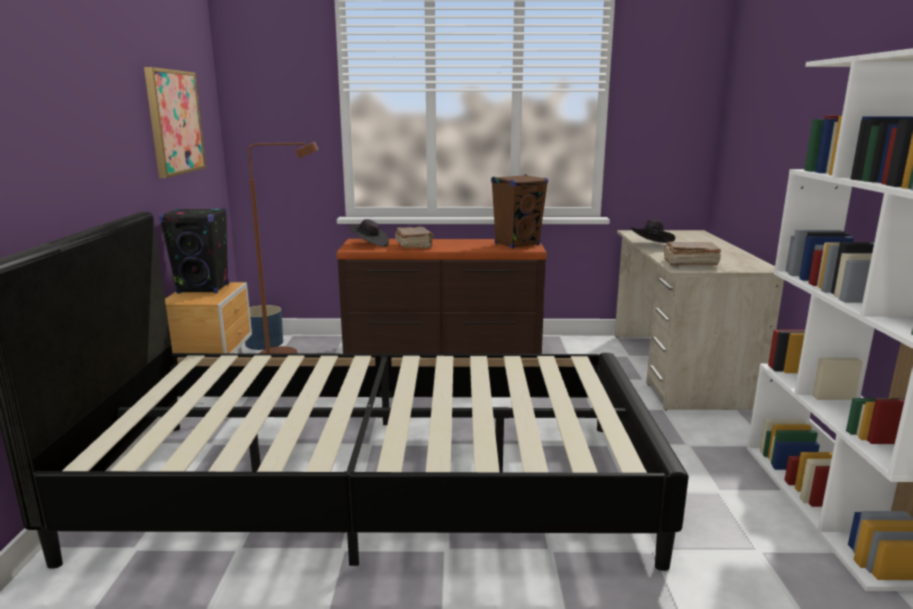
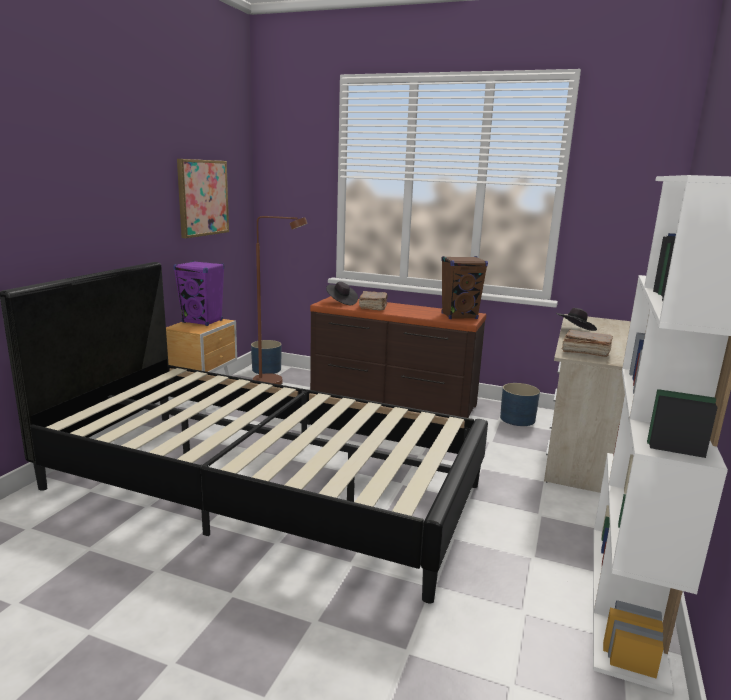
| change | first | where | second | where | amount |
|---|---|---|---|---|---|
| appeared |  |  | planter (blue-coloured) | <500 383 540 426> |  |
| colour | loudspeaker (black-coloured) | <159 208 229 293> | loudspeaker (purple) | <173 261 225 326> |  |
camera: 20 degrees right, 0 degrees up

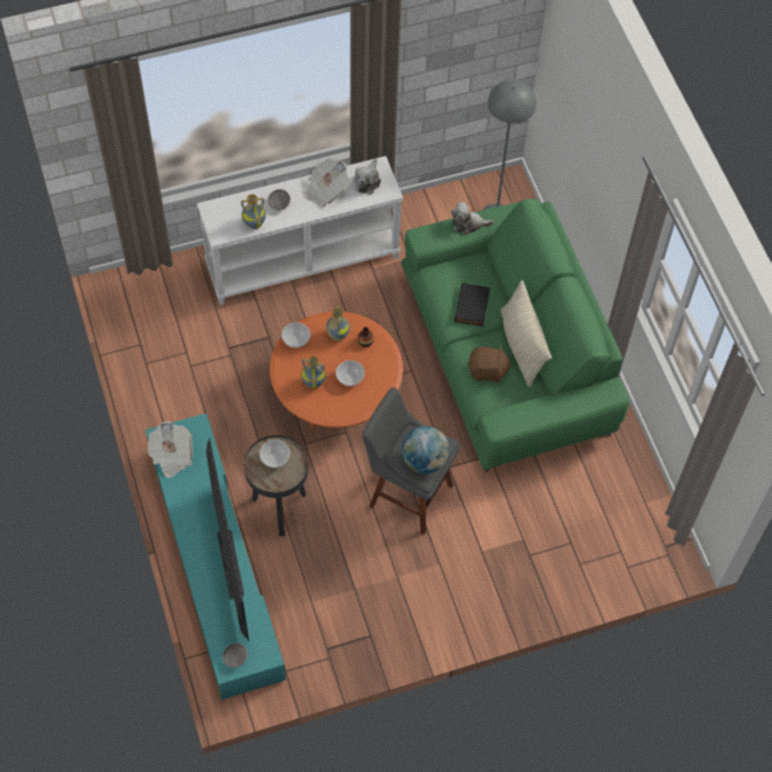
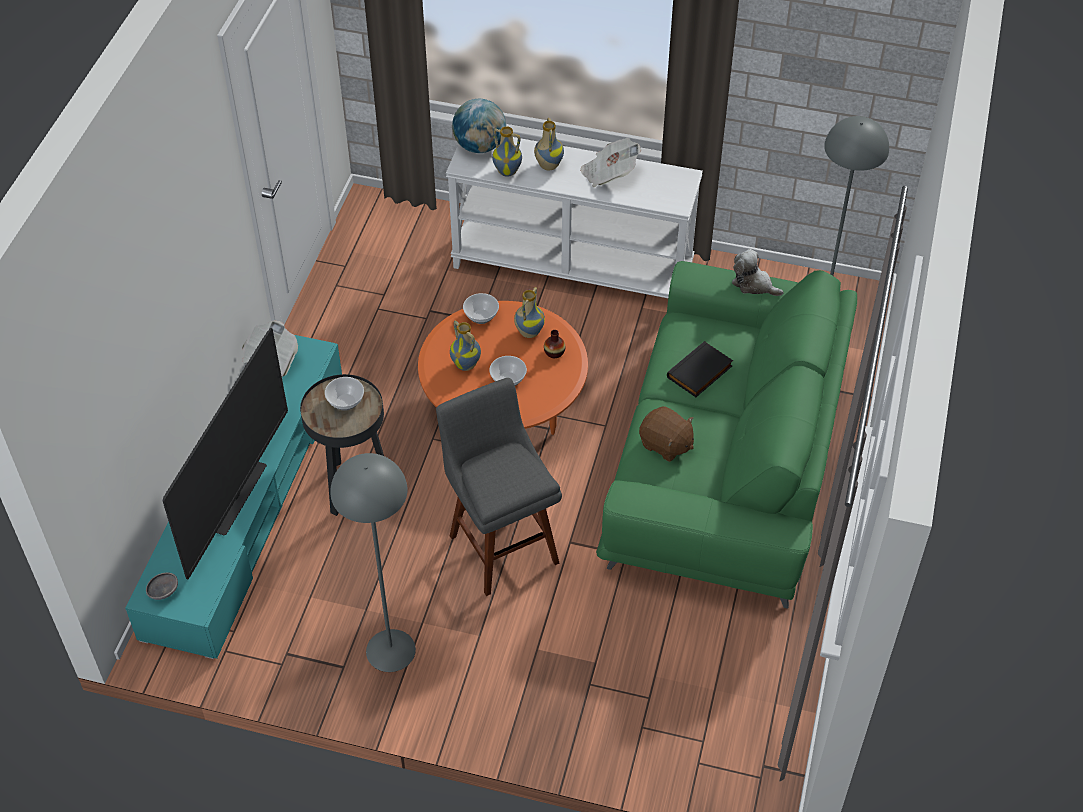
| change | first | where | second | where | amount |
|---|---|---|---|---|---|
| missing | cuddly toy | <354 159 381 195> |  |  |  |
| missing | pillow (beige-coloured) | <501 280 552 387> |  |  |  |
| appeared |  |  | standard lamp (greyish) | <330 453 416 672> |  |
| relocated | desk globe | <402 426 450 474> |  | <452 98 506 153> |  |
| exchanged | deep dish (greyish) | <268 189 290 211> | vase | <534 118 564 171> |  |
camera: 35 degrees right, 10 degrees down

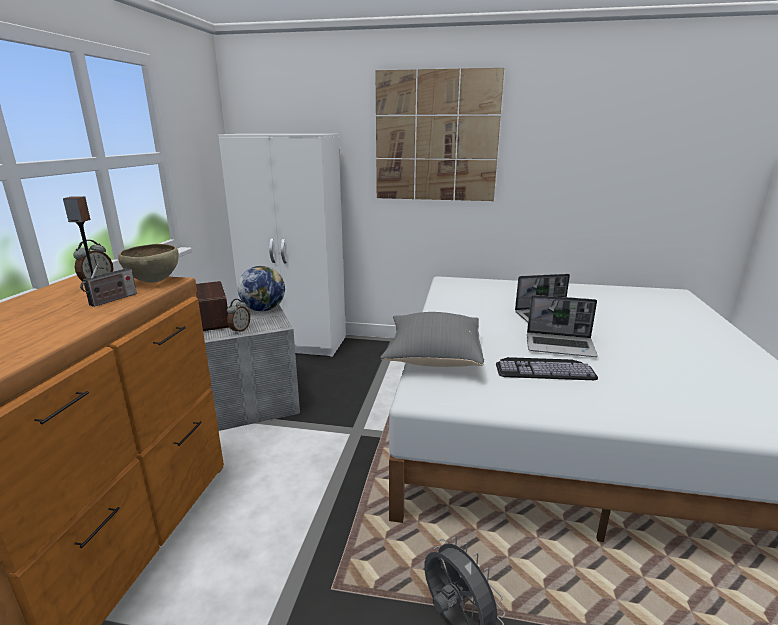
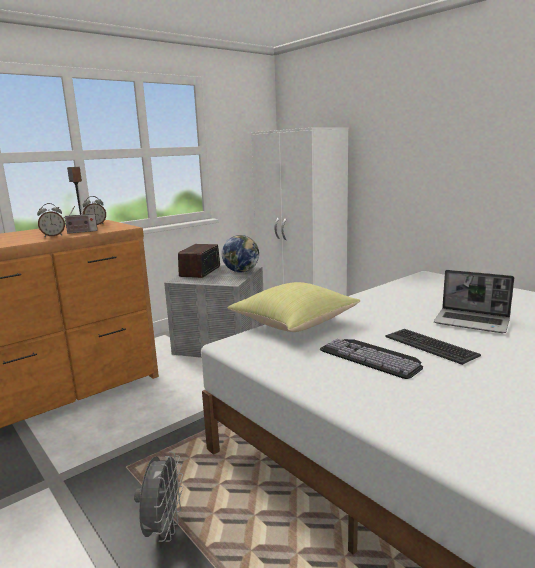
| change | first | where | second | where | amount |
|---|---|---|---|---|---|
| missing | deep dish (brown) | <118 244 179 283> |  |  |  |
| missing | wall picture | <375 68 504 201> |  |  |  |
| relocated | alarm clock | <227 299 250 333> |  | <37 203 65 237> |  |
| exchanged | notebook computer | <527 295 598 357> | keyboard | <385 329 481 365> |  |
| colour | pillow (greyish) | <380 312 484 367> | pillow (yellowish) | <228 282 360 332> |  |
camera: 40 degrees right, 5 degrees down

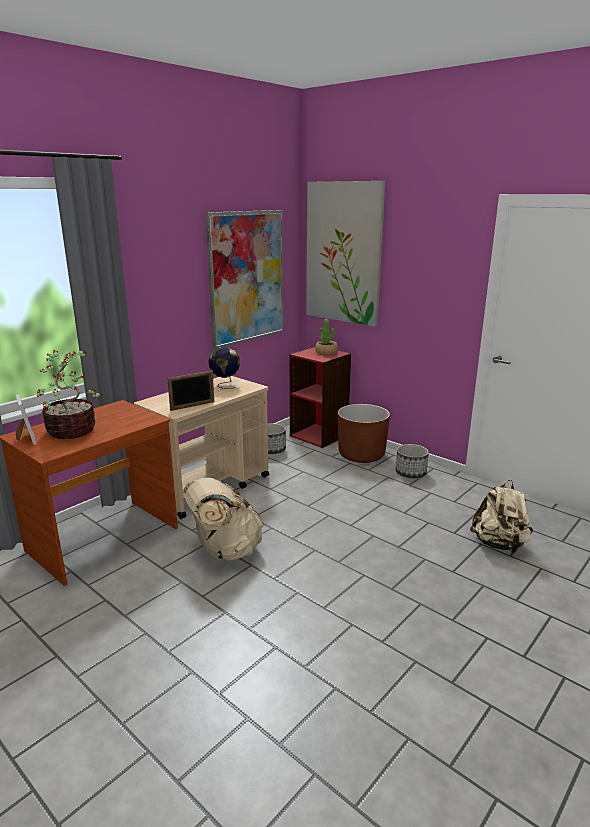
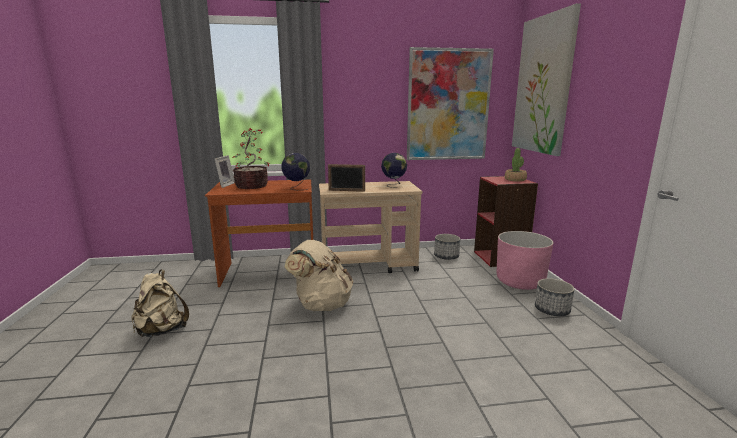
| change | first | where | second | where | amount |
|---|---|---|---|---|---|
| appeared |  |  | desk globe | <281 153 310 190> |  |
| relocated | knapsack (beige-coloured) | <470 480 533 553> |  | <131 269 189 337> |  |
| colour | planter (brown) | <338 404 390 463> | planter (pink) | <497 231 553 290> |  |
camera: 40 degrees right, 5 degrees down

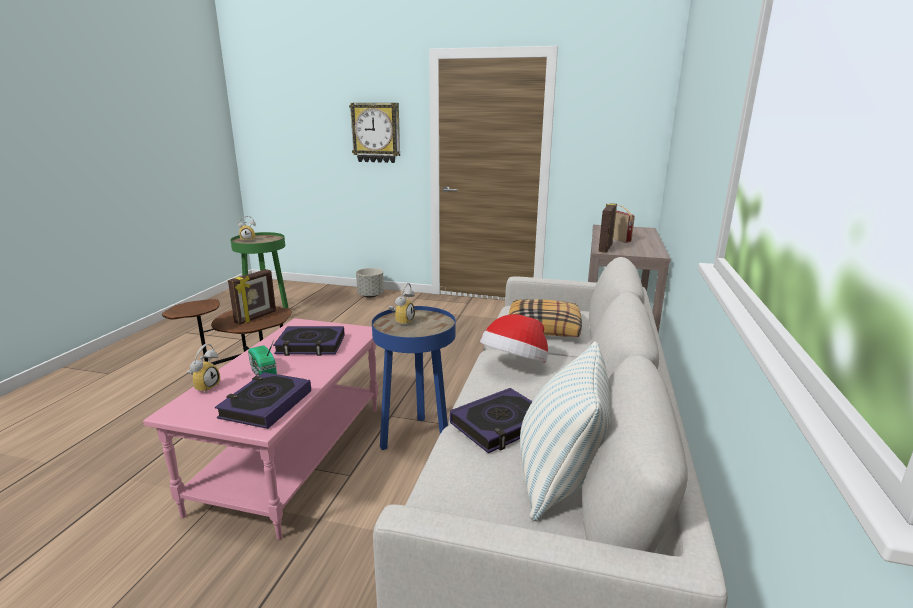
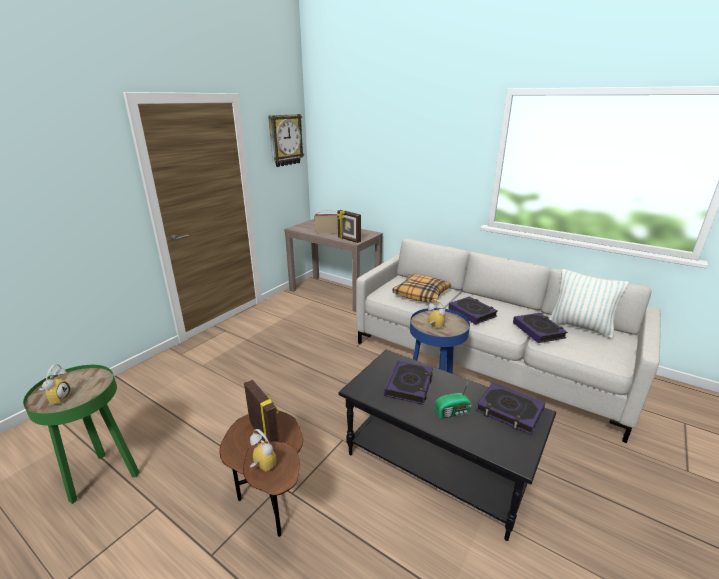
| change | first | where | second | where | amount |
|---|---|---|---|---|---|
| missing | planter (greyish) | <356 268 384 298> |  |  |  |
| relocated | alarm clock | <187 344 220 393> |  | <250 429 276 472> |  |
| relocated | wall clock | <349 103 400 163> |  | <268 114 304 167> |  |
| exchanged | wearable hat | <480 314 548 363> | volume | <448 296 498 325> |  |
| colour | lounge table (pink) | <143 318 378 540> | lounge table (black-coloured) | <339 350 556 541> |  |
camera: 70 degrees left, 5 degrees up

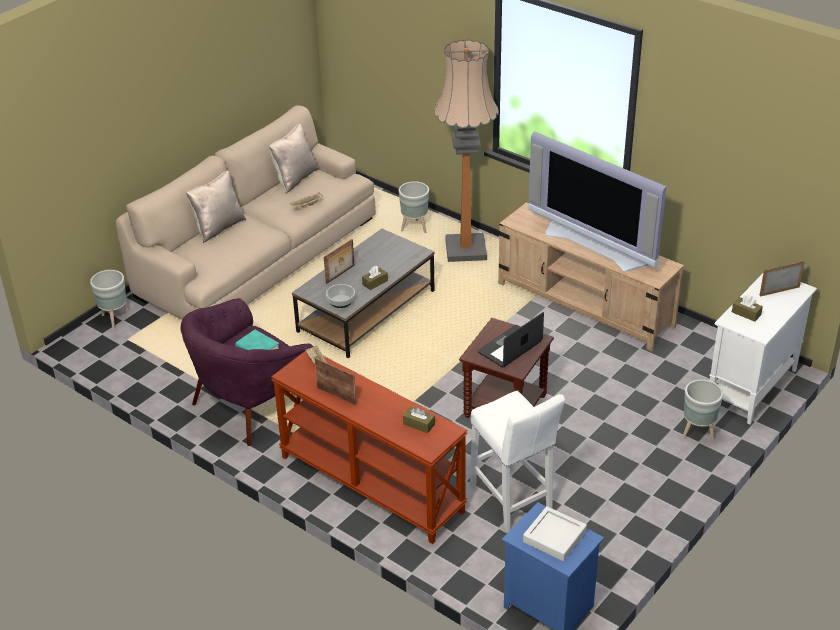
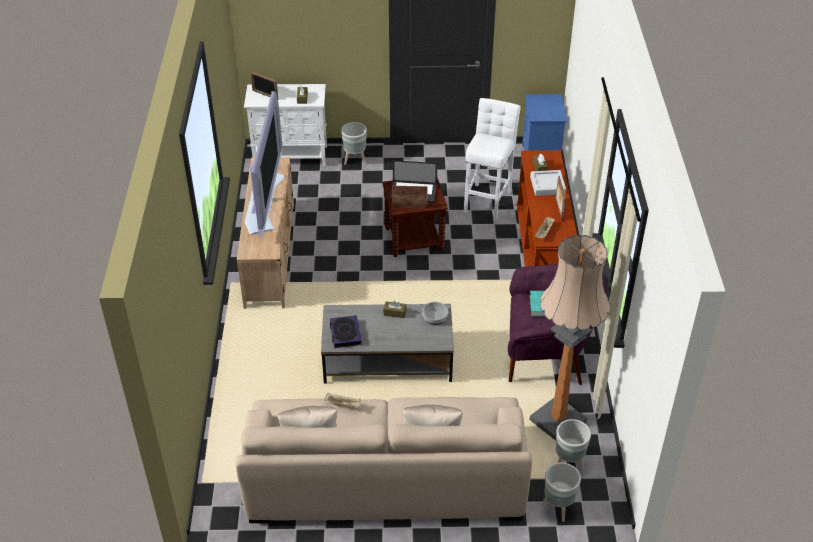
| change | first | where | second | where | amount |
|---|---|---|---|---|---|
| appeared |  |  | volume | <330 315 362 348> |  |
| relocated | picture frame | <324 239 354 284> |  | <392 186 428 209> |  |
| relocated | planter (greyish) | <399 181 429 233> |  | <556 419 591 471> |  |
| relocated | standard lamp | <434 39 499 262> |  | <530 235 610 441> |  |
| relocated | serving tray (greyish) | <523 506 587 561> |  | <530 170 566 196> |  |
camera: 130 degrees left, 5 degrees up

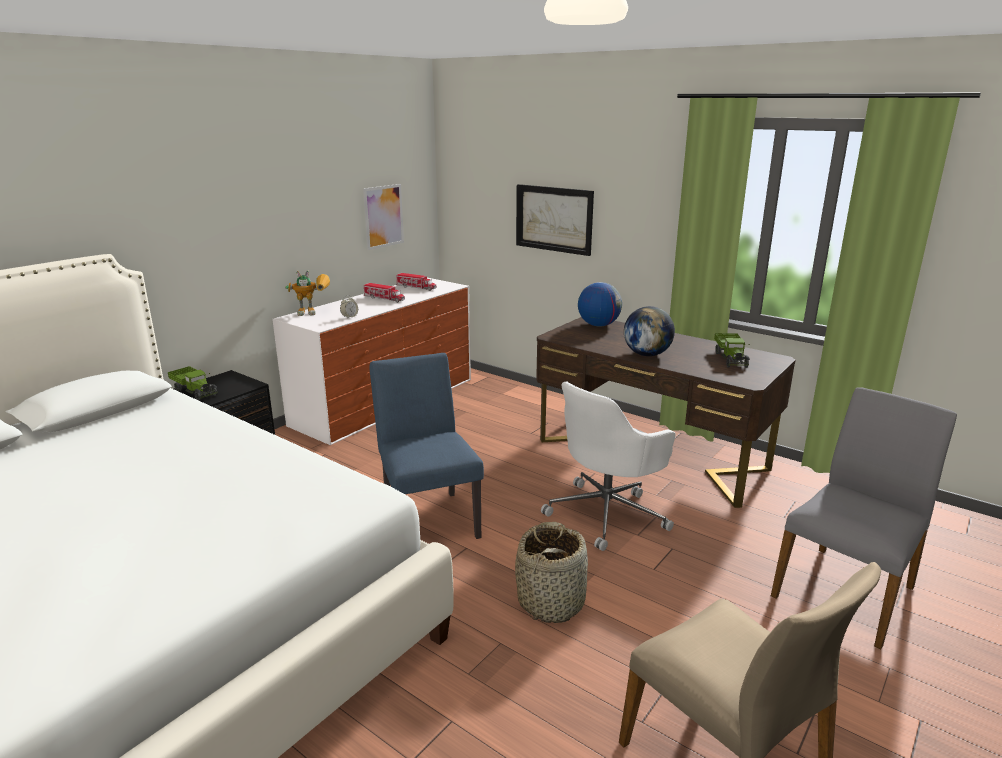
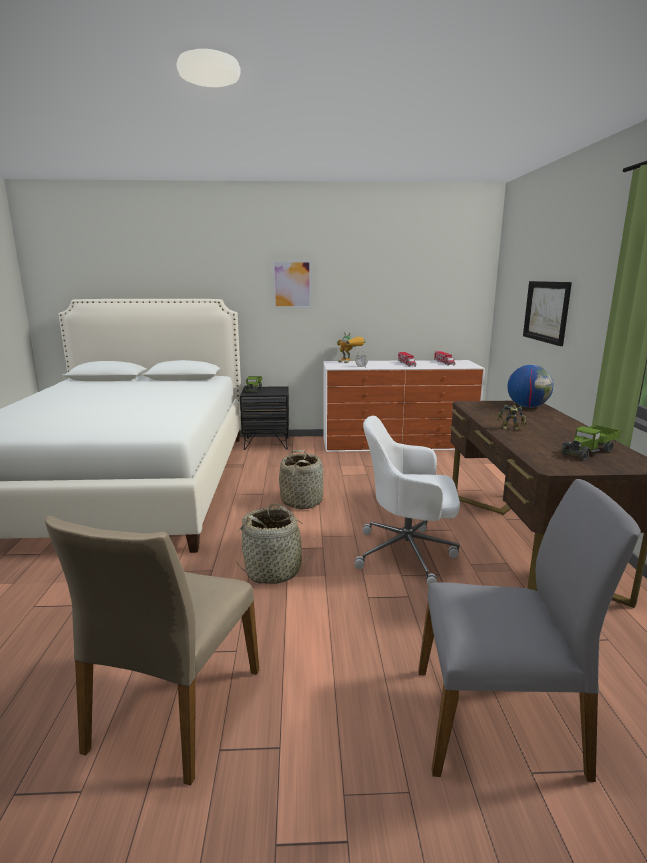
| change | first | where | second | where | amount |
|---|---|---|---|---|---|
| relocated | wall picture | <363 184 404 250> |  | <272 260 312 309> |  |
| exchanged | upright chair (blue-coloured) | <369 353 484 539> | household basket | <279 450 323 509> |  |
| exchanged | desk globe | <624 306 675 356> | robot figure | <497 404 526 430> |  |
camera: 50 degrees right, 5 degrees down

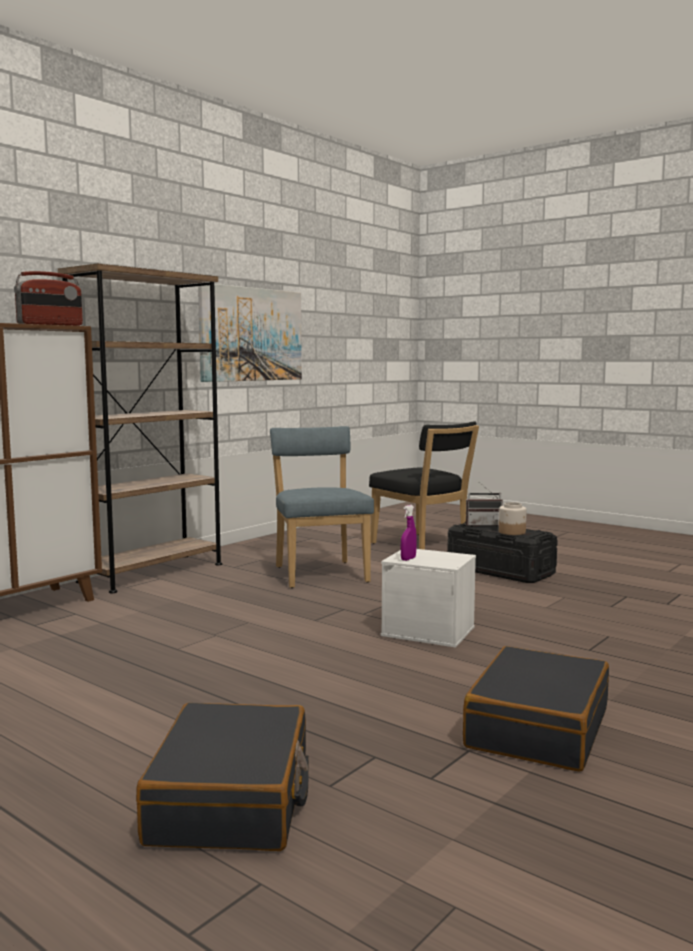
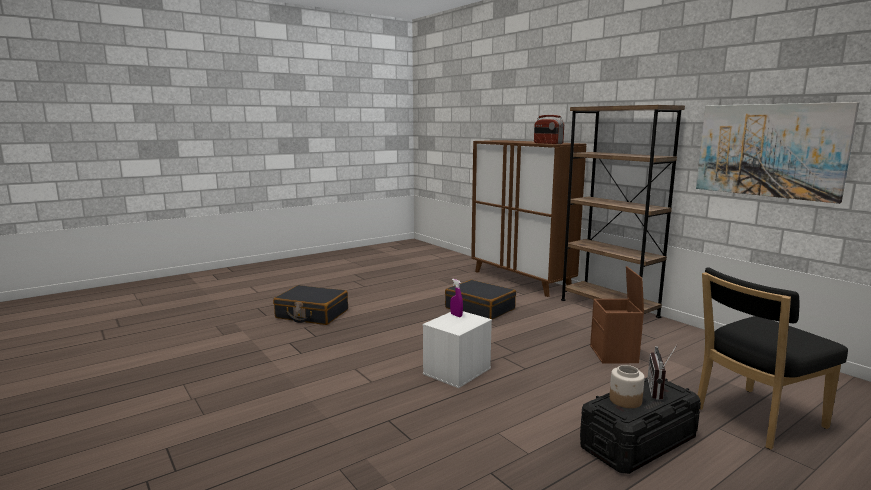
| change | first | where | second | where | amount |
|---|---|---|---|---|---|
| relocated | suitcase (black-coloured) | <463 646 609 772> |  | <445 280 516 320> |  |
| exchanged | upright chair (blue-coloured) | <270 426 374 588> | storage bin (brown) | <590 266 644 363> |  |
camera: 105 degrees right, 5 degrees up

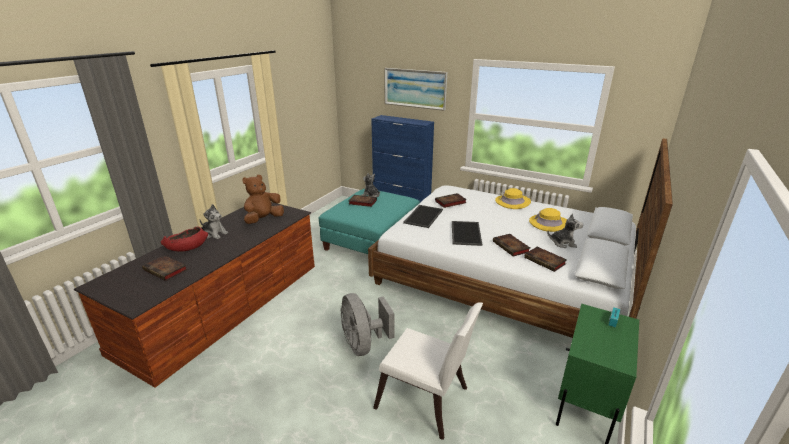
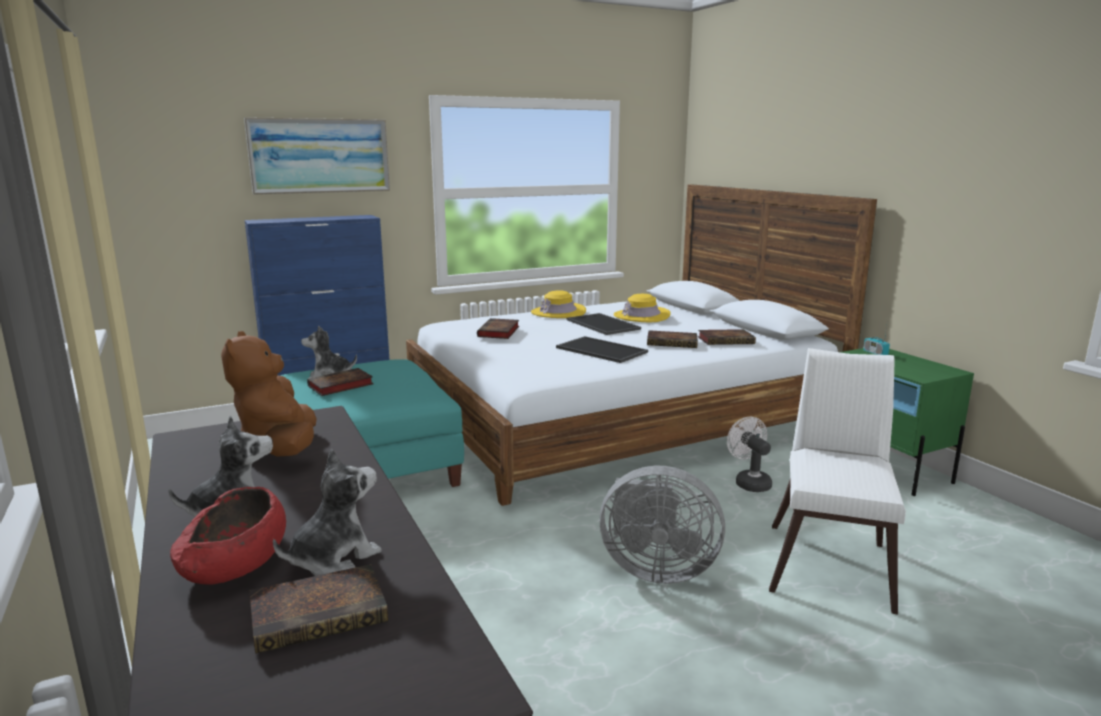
| change | first | where | second | where | amount |
|---|---|---|---|---|---|
| appeared |  |  | cooling fan (white) | <727 417 772 492> |  |
| relocated | serving tray | <403 205 443 228> |  | <566 313 641 335> |  |
| relocated | cuddly toy | <547 213 583 248> |  | <273 449 382 576> |  |
| spun | upright chair (white) | <373 302 483 440> |  | <769 348 906 615> | 45 degrees counterclockwise |
camera: 55 degrees left, 10 degrees down

